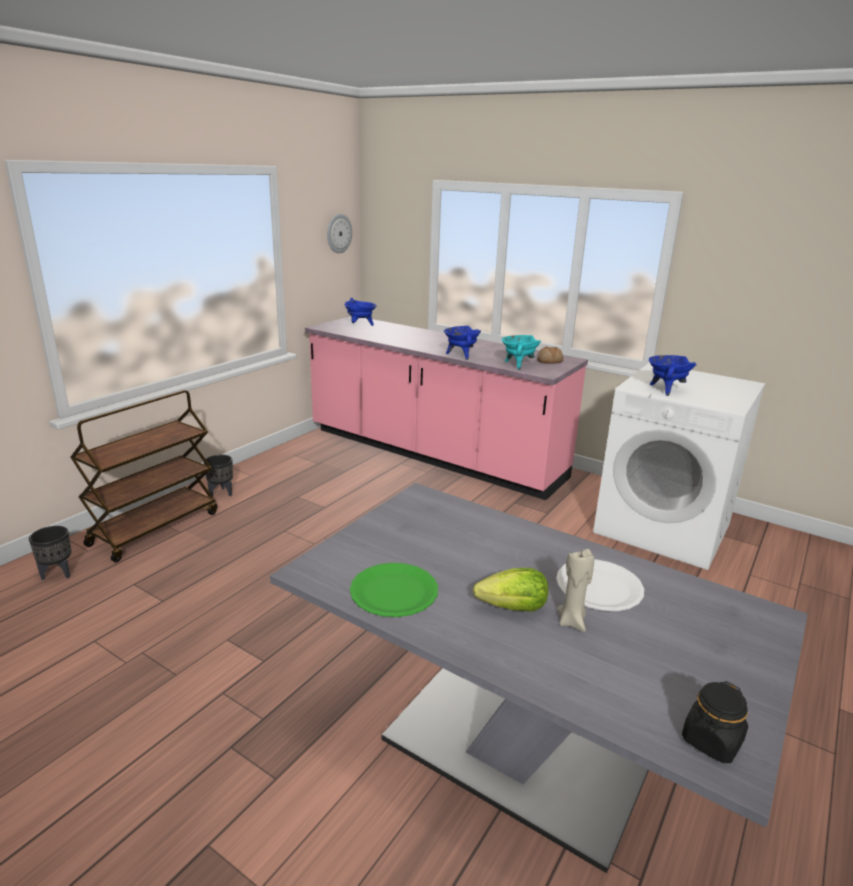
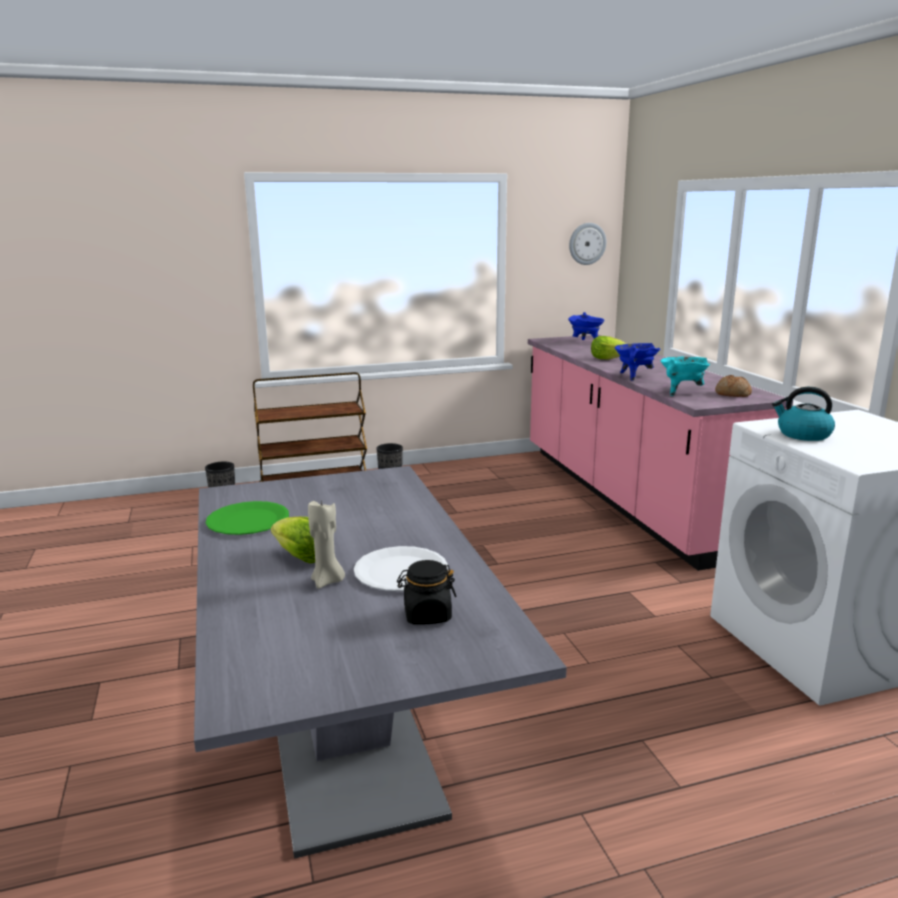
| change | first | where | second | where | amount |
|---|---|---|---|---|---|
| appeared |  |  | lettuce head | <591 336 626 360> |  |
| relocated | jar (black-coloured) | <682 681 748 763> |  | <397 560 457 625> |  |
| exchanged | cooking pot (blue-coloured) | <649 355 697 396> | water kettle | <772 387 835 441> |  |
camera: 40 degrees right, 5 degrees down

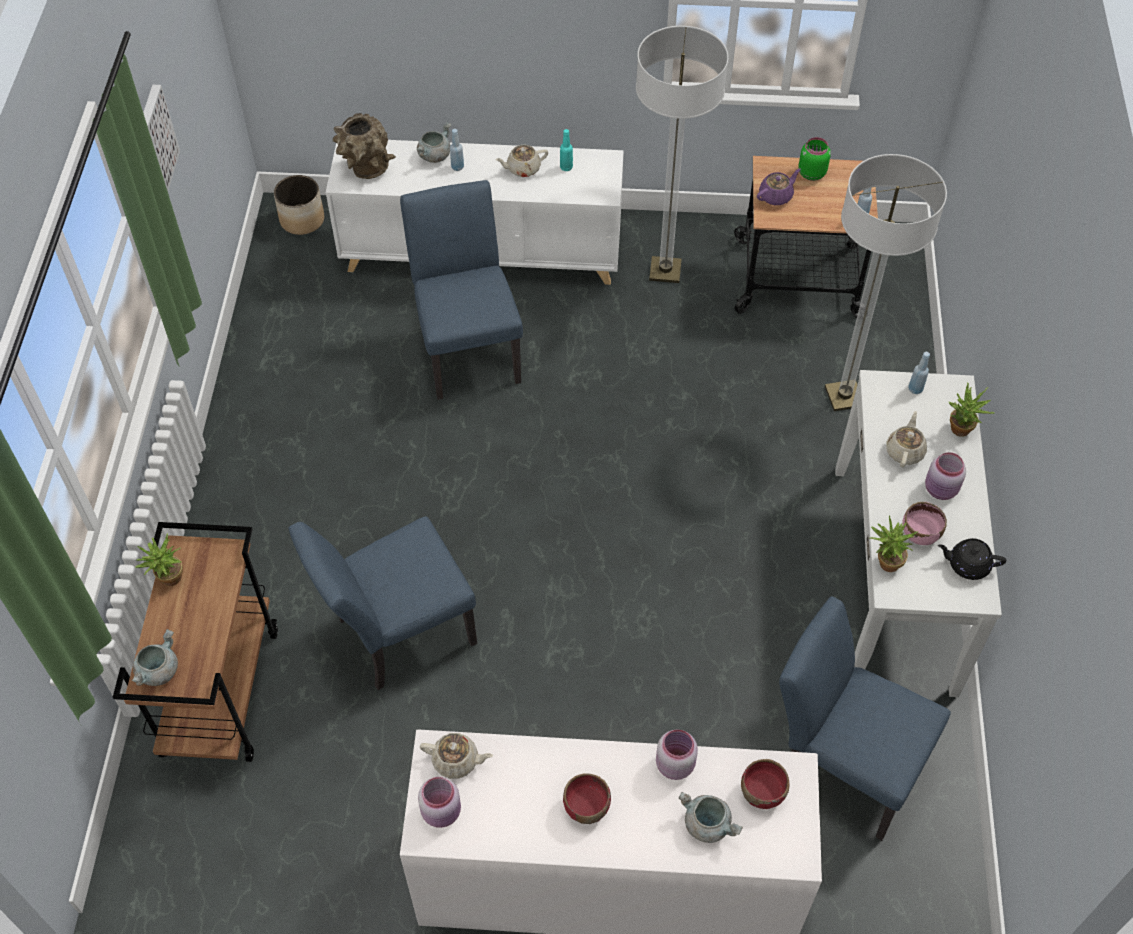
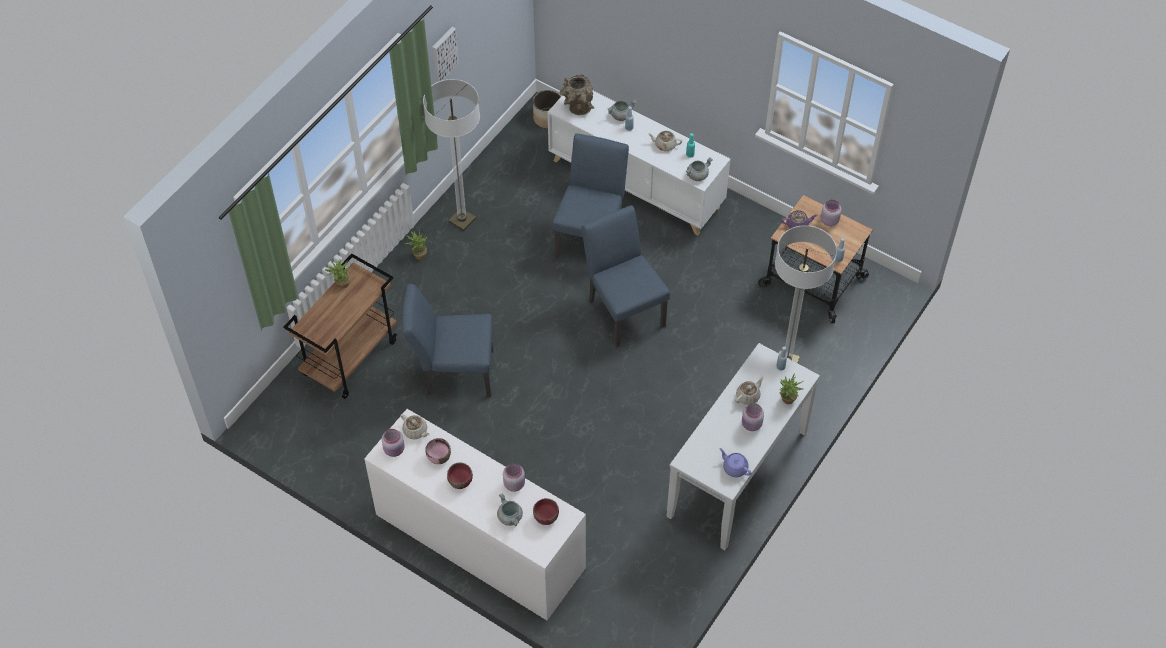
| change | first | where | second | where | amount |
|---|---|---|---|---|---|
| relocated | cooking pot (greyish) | <132 629 178 686> |  | <686 157 713 181> |  |
| relocated | standard lamp | <636 26 728 283> |  | <423 79 480 231> |  |
| relocated | upright chair (blue-coloured) | <779 596 951 841> |  | <582 205 670 347> |  |
| relocated | plant in a pot | <869 516 918 572> |  | <405 230 427 260> |  |
| relocated | deep dish (pink) | <902 502 947 545> |  | <425 438 451 464> |  |
| colour | jar (greenish) | <798 137 831 181> | jar (pink) | <821 200 842 226> |  |
| colour | tea pot (black-coloured) | <938 538 1006 580> | tea pot (purple) | <720 448 752 477> |  |
camera: 30 degrees right, 0 degrees up

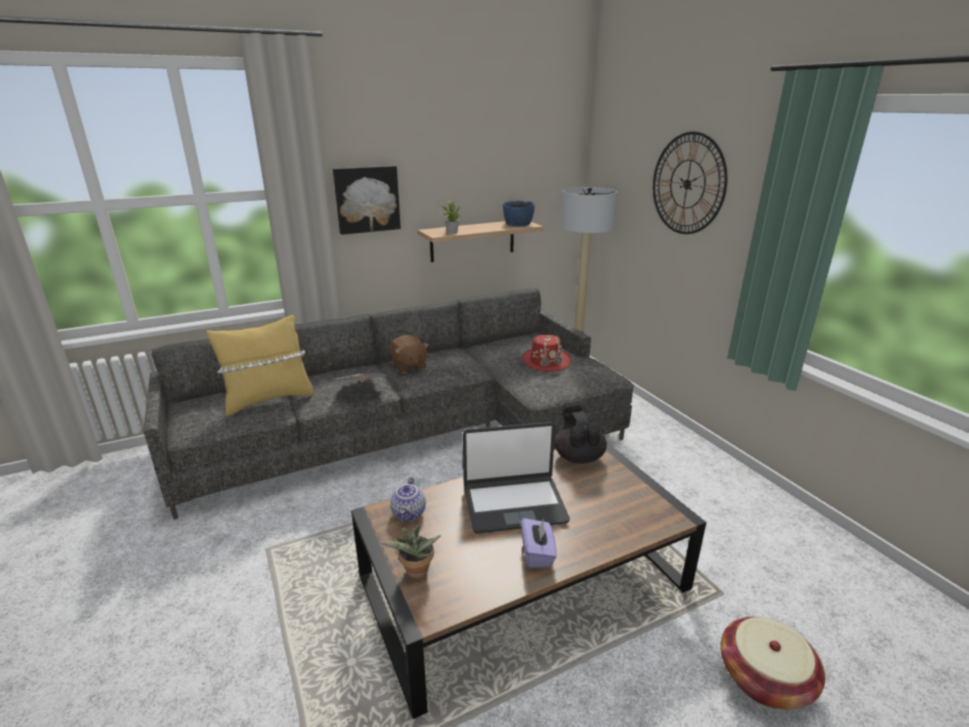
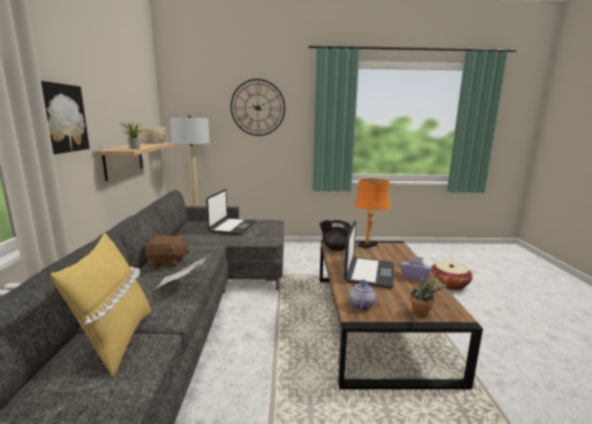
| change | first | where | second | where | amount |
|---|---|---|---|---|---|
| appeared |  |  | table lamp (orange-coloured) | <355 177 390 249> |  |
| exchanged | wearable hat (red) | <522 335 571 371> | notebook computer | <206 189 256 235> |  |
| colour | deep dish (blue-coloured) | <503 201 535 226> | deep dish (beige-coloured) | <138 127 166 144> |  |
| spun | tea pot | <390 477 426 522> |  | <349 279 376 310> | 105 degrees counterclockwise |
camera: 65 degrees left, 10 degrees down

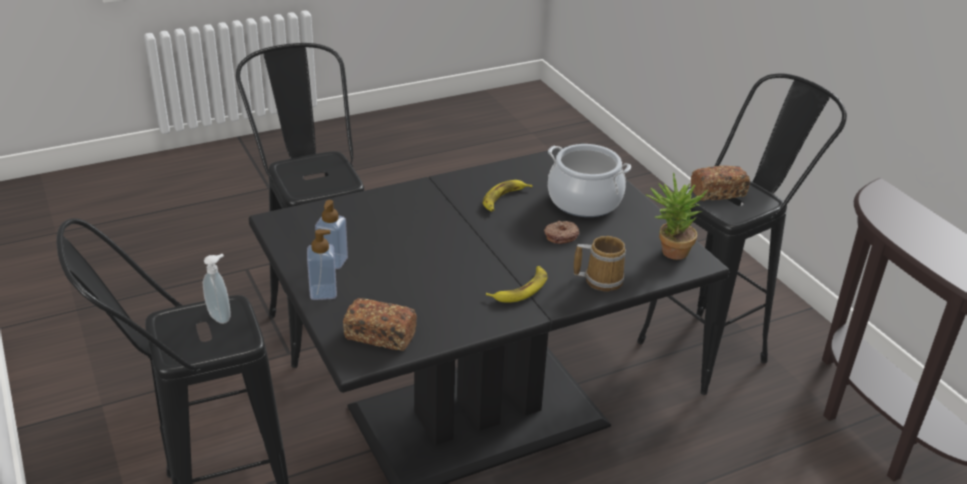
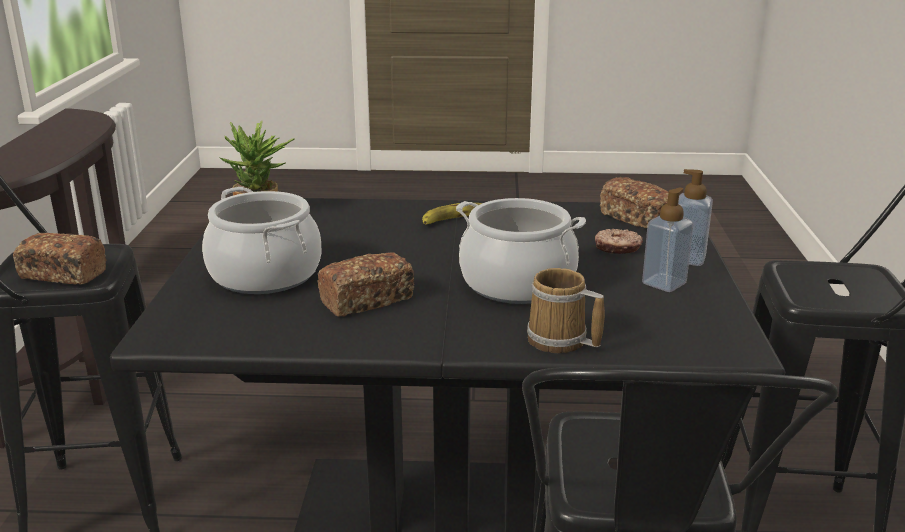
| change | first | where | second | where | amount |
|---|---|---|---|---|---|
| missing | liquid soap bottle | <203 254 230 324> |  |  |  |
| appeared |  |  | cooking pot | <456 198 586 304> |  |
| relocated | donut | <544 221 579 244> |  | <595 229 643 254> |  |
| relocated | tea mug | <574 236 626 292> |  | <527 268 605 353> |  |
| exchanged | banana fruit | <483 180 532 212> | bread | <318 252 414 317> |  |
camera: 150 degrees left, 10 degrees down

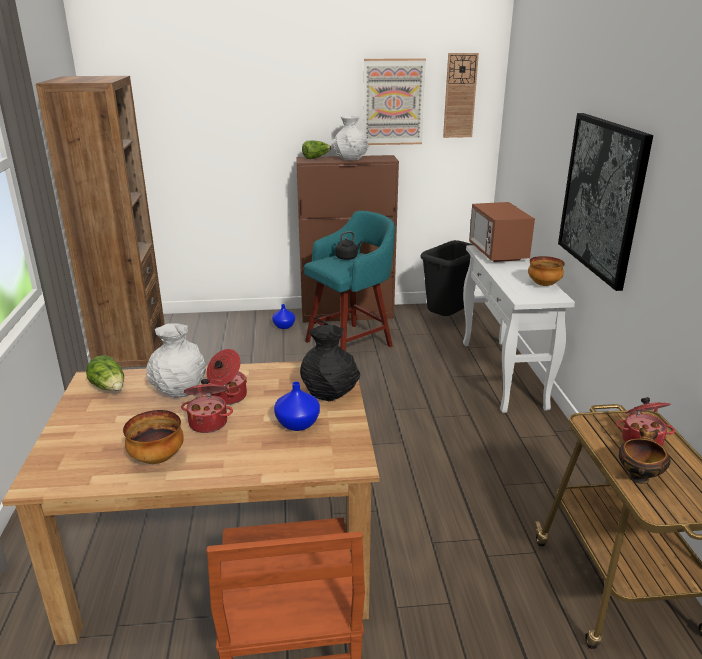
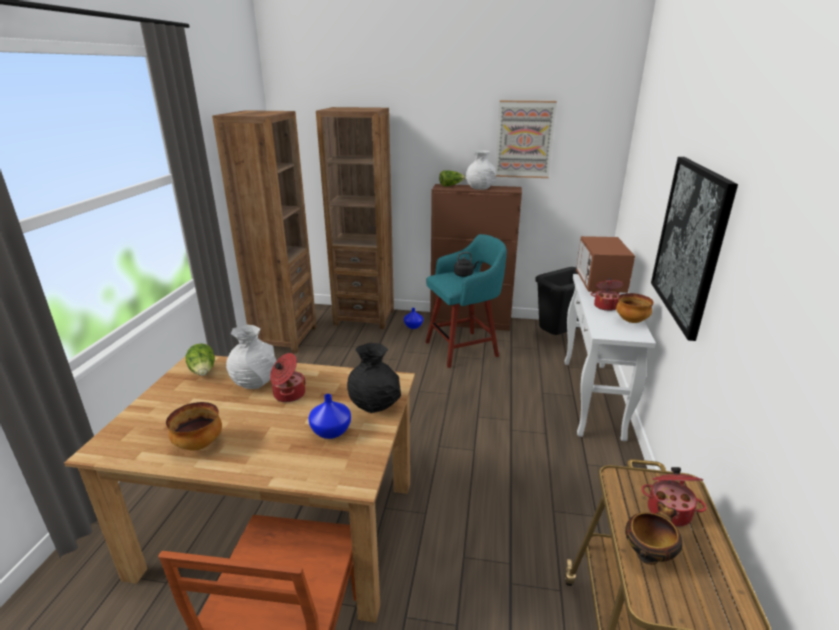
| change | first | where | second | where | amount |
|---|---|---|---|---|---|
| missing | wall clock | <443 53 479 138> |  |  |  |
| appeared |  |  | shelving unit (brown) | <316 107 394 329> |  |
| relocated | cooking pot | <181 379 233 433> |  | <591 278 623 311> |  |
camera: 15 degrees right, 0 degrees up

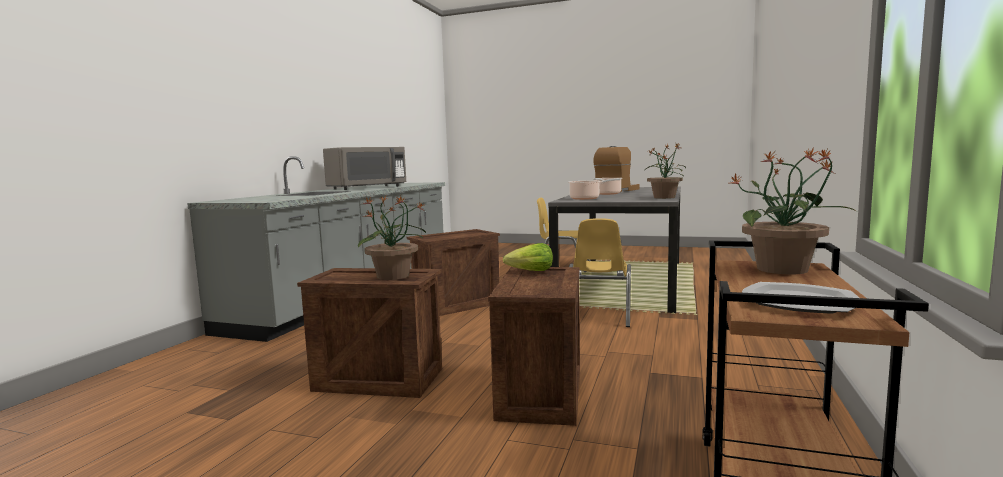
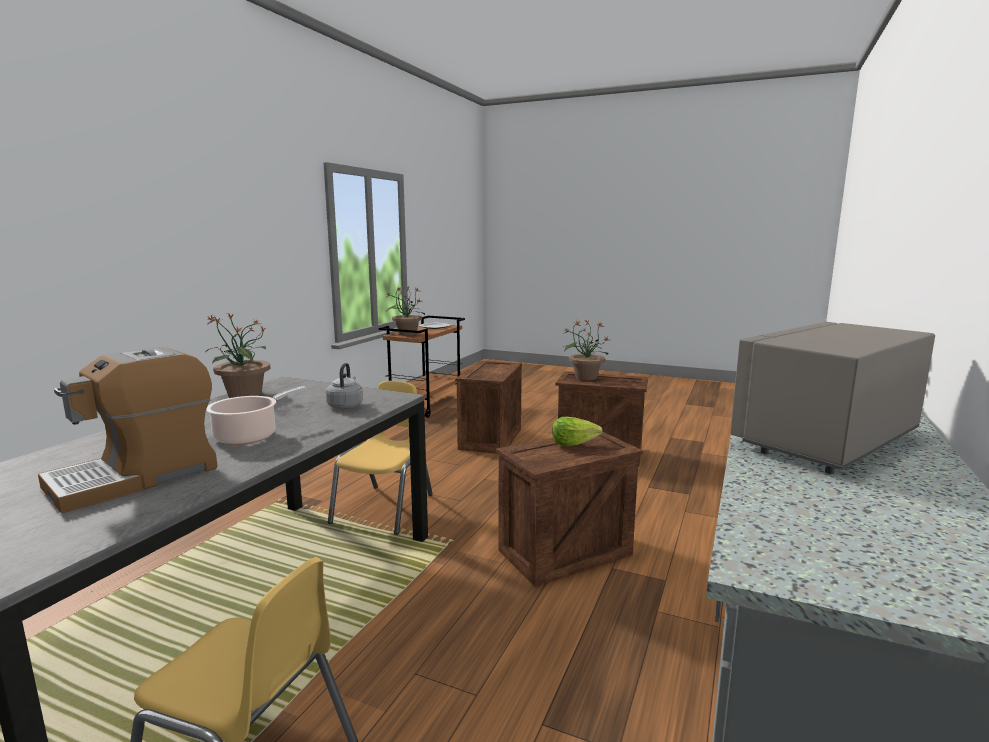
| change | first | where | second | where | amount |
|---|---|---|---|---|---|
| relocated | lettuce head | <503 243 553 271> |  | <552 417 603 446> |  |
| exchanged | cooking pot | <569 178 621 200> | water kettle (greyish) | <326 363 363 409> |  |
camera: 175 degrees left, 5 degrees up

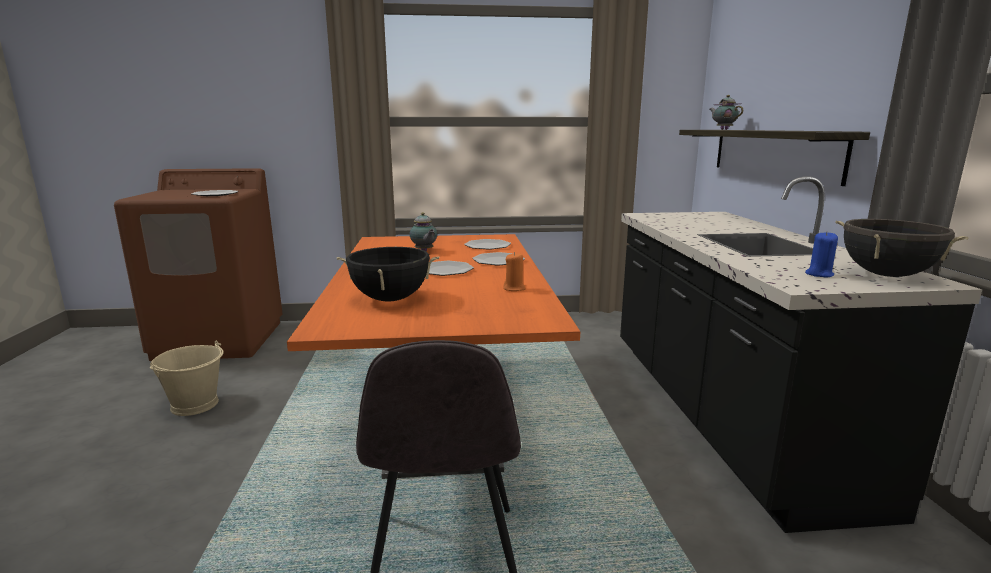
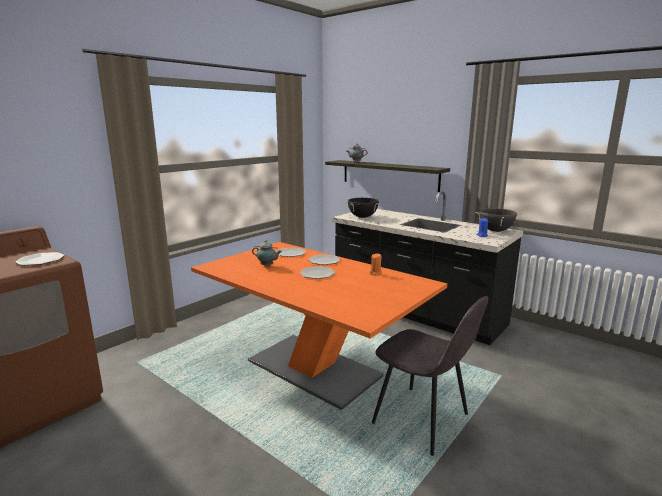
| change | first | where | second | where | amount |
|---|---|---|---|---|---|
| missing | water bucket (beige-coloured) | <150 341 224 416> |  |  |  |
| relocated | cooking pot (black-coloured) | <337 246 439 301> |  | <348 198 379 218> |  |
camera: 45 degrees left, 0 degrees up

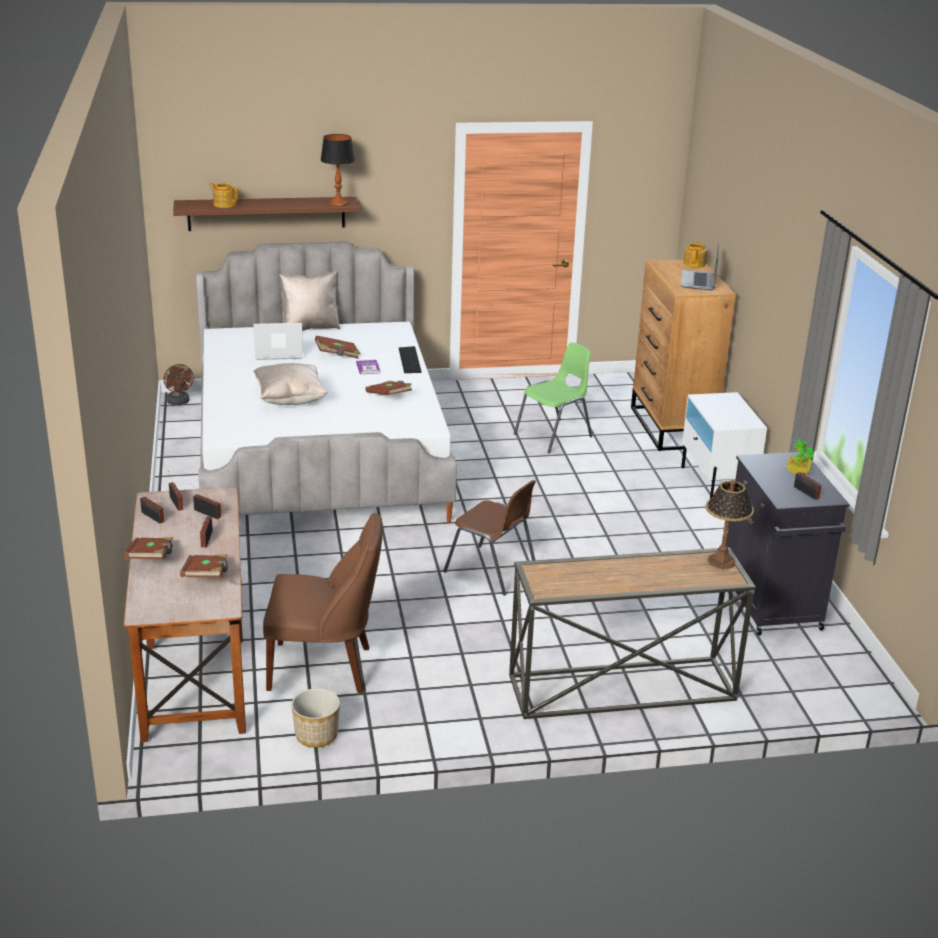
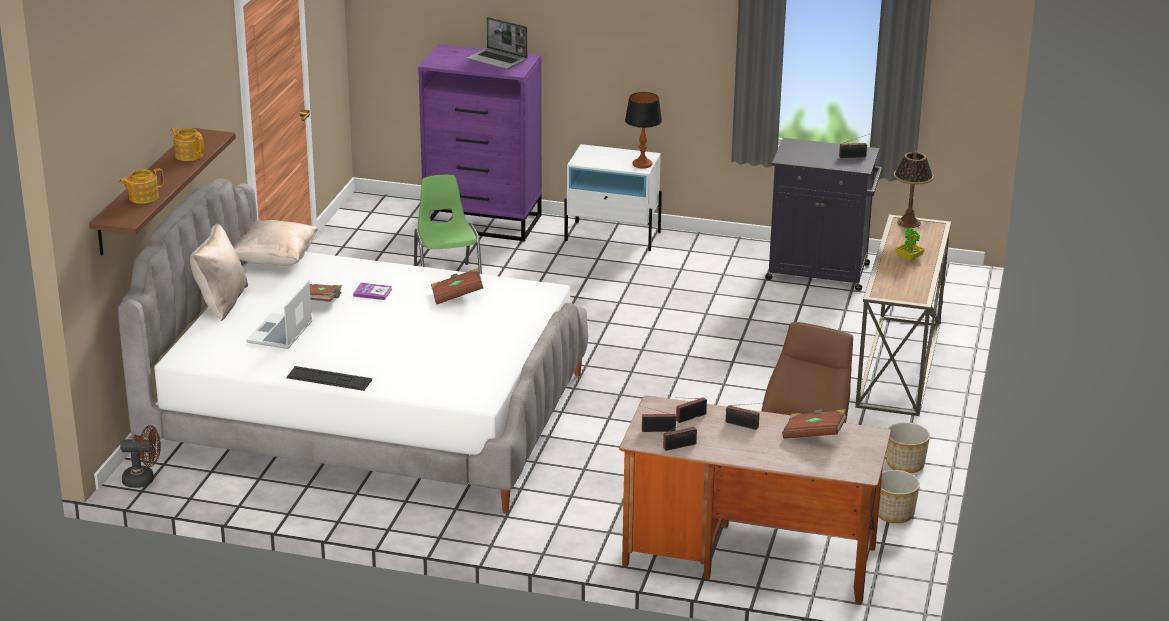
| change | first | where | second | where | amount |
|---|---|---|---|---|---|
| missing | volume (brown) | <124 537 173 560> |  |  |  |
| missing | upright chair (brown) | <443 480 536 596> |  |  |  |
| appeared |  |  | planter | <886 422 930 473> |  |
| relocated | pillow (beige-coloured) | <254 363 328 405> |  | <233 220 318 266> |  |
| relocated | table lamp | <321 134 355 206> |  | <625 92 662 168> |  |
| relocated | keyboard | <398 346 422 373> |  | <286 366 372 391> |  |
| relocated | tea pot | <684 241 707 268> |  | <171 127 204 161> |  |
| relocated | plant in a pot | <787 439 814 475> |  | <895 228 925 261> |  |
| colour | dresser (brown) | <631 260 736 451> | dresser (purple) | <418 44 542 242> |  |
camera: 65 degrees left, 0 degrees up

